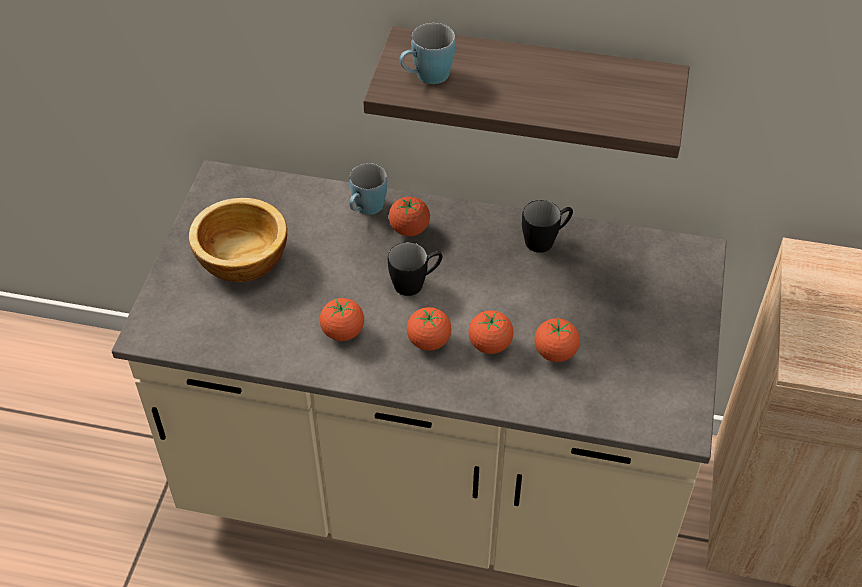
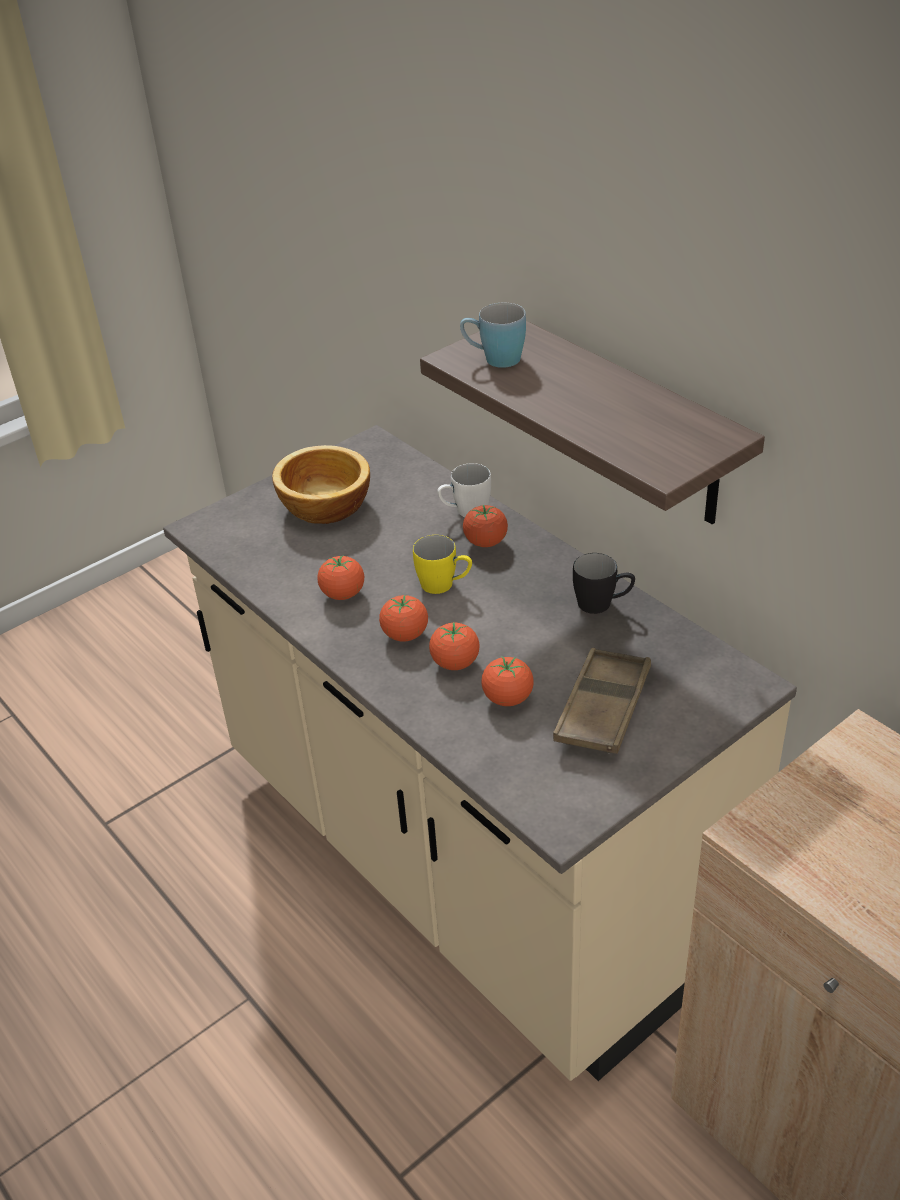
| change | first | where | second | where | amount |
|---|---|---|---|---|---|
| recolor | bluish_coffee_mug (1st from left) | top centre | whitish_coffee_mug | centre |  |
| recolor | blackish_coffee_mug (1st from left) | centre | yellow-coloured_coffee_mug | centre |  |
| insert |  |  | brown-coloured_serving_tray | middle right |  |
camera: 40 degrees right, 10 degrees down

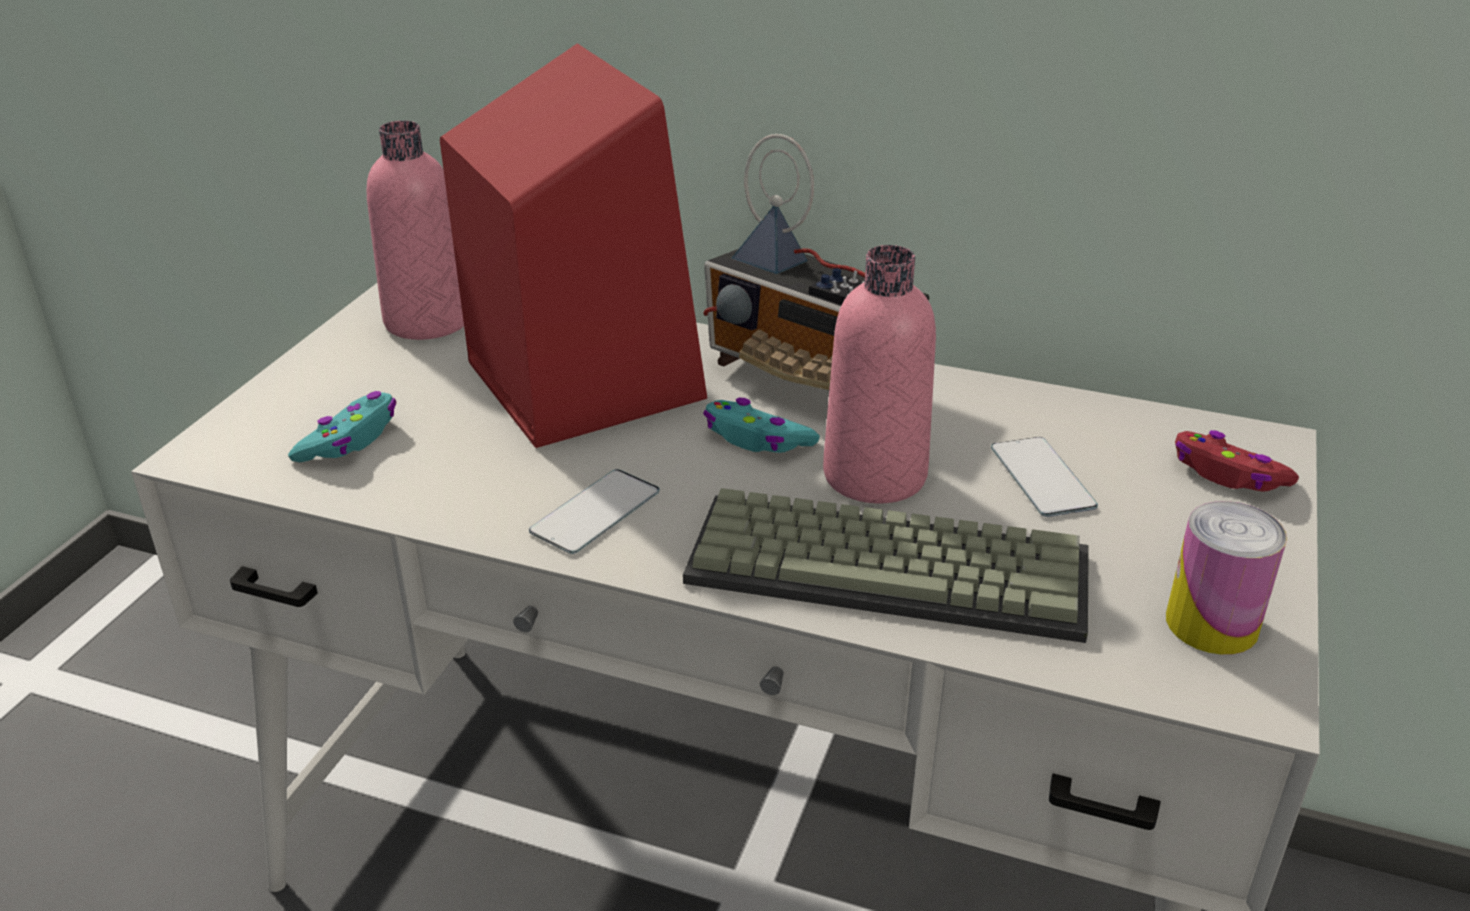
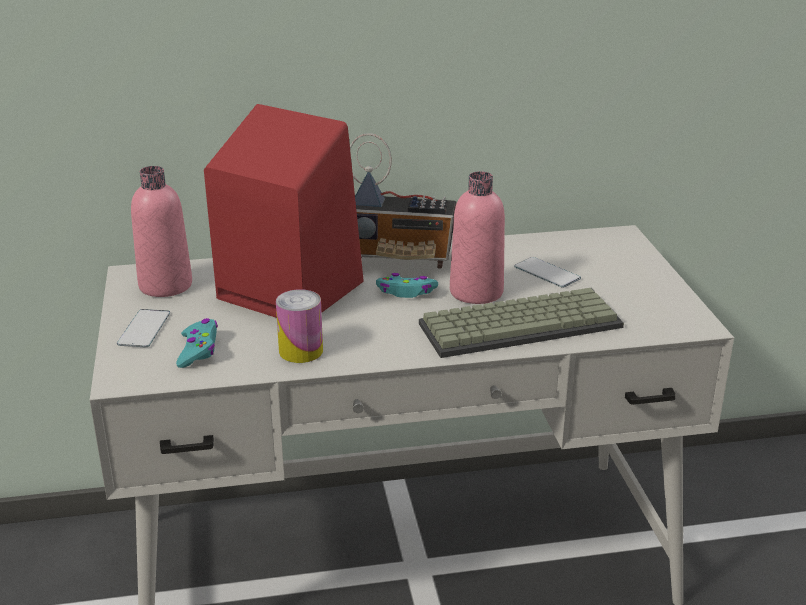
| change | first | where | second | where | amount |
|---|---|---|---|---|---|
| delete | red-coloured_joypad | middle right |  |  |  |
| move | handset (1st from left) | centre |  | middle left |  |
| move | can | middle right |  | centre |  |
camera: 30 degrees left, 5 degrees down

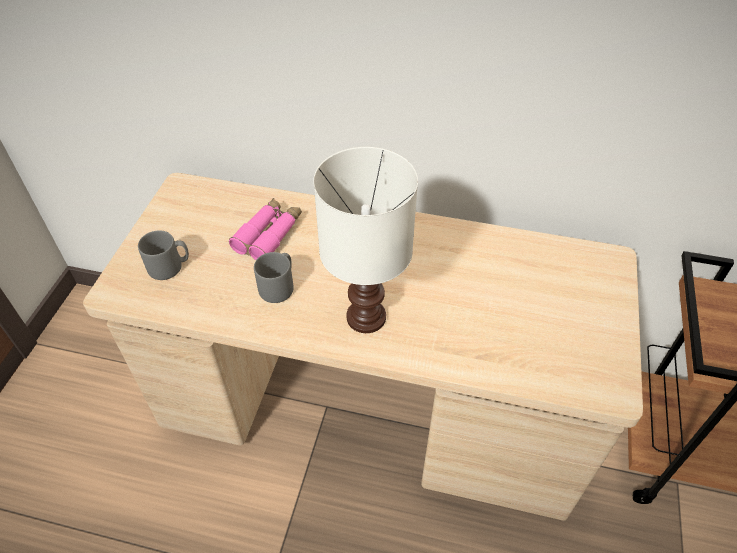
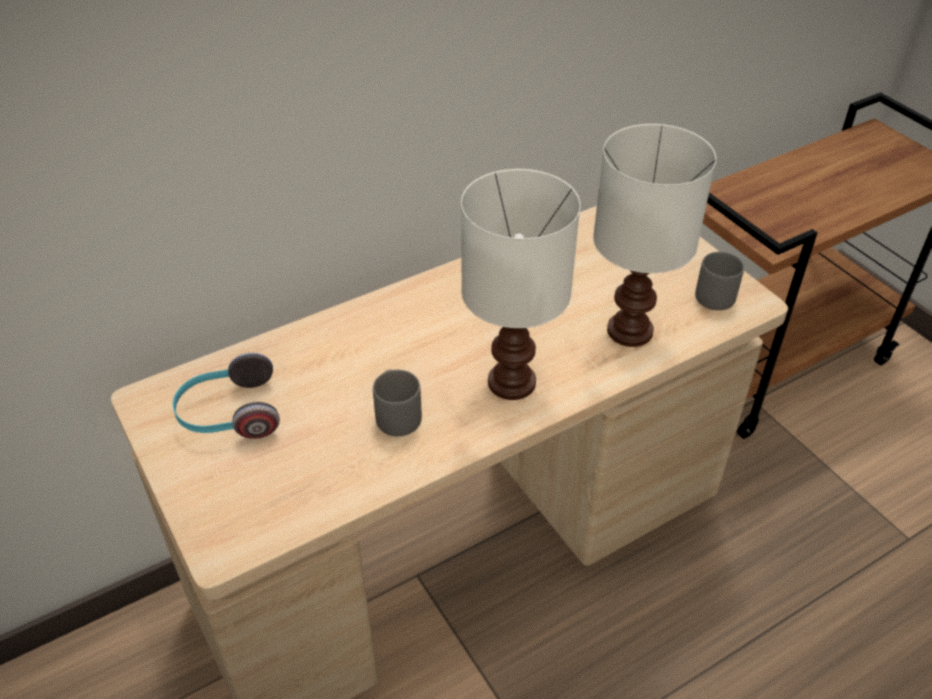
| change | first | where | second | where | amount |
|---|---|---|---|---|---|
| delete | pink_field_glasses | centre |  |  |  |
| move | grey_coffee_mug (1st from left in the first image) | middle left | grey_coffee_mug (2nd from left) | middle right |  |
| insert |  |  | whitish_table_lamp (2nd from left) | middle right |  |
| insert |  |  | headset | middle left |  |
camera: 45 degrees left, 5 degrees down

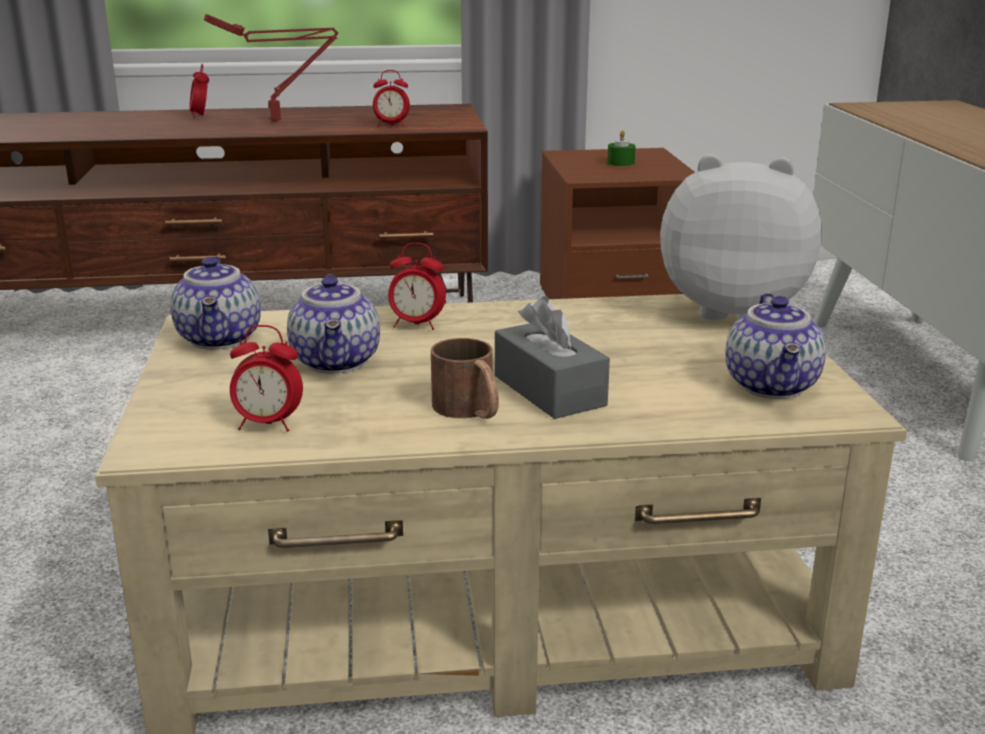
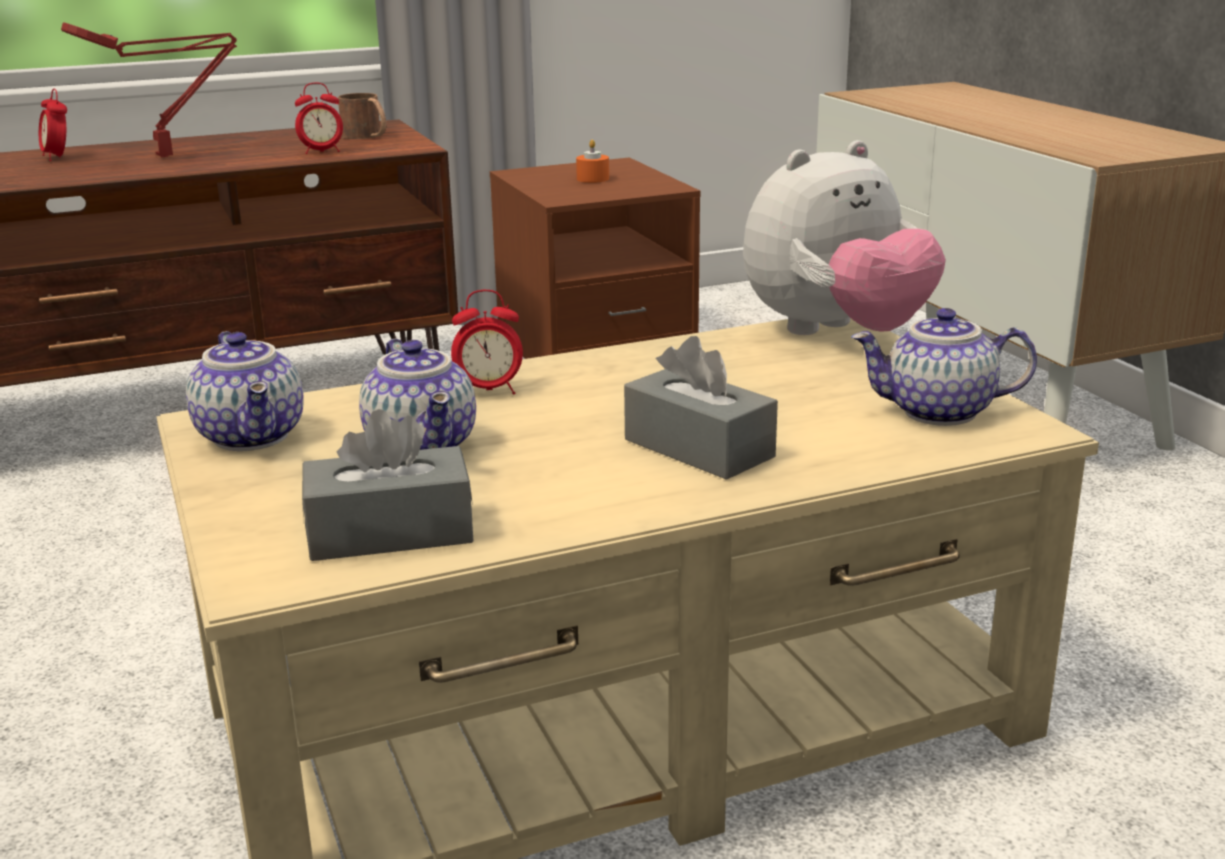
| change | first | where | second | where | amount |
|---|---|---|---|---|---|
| recolor | green-coloured_candle | top centre | orangey_candle | top centre |  |
| rotate | plush_toy | top right |  | top right | 150 degrees clockwise |
| rotate | pot_for_tea (3rd from left) | middle right |  | middle right | 105 degrees clockwise |
| replace | alarm_clock (2nd from left) | middle left | grey_box_of_tissues (1st from left) | middle left |  |
| move | brown-coloured_coffee_mug | centre |  | top left |  |
camera: 15 degrees left, 0 degrees up

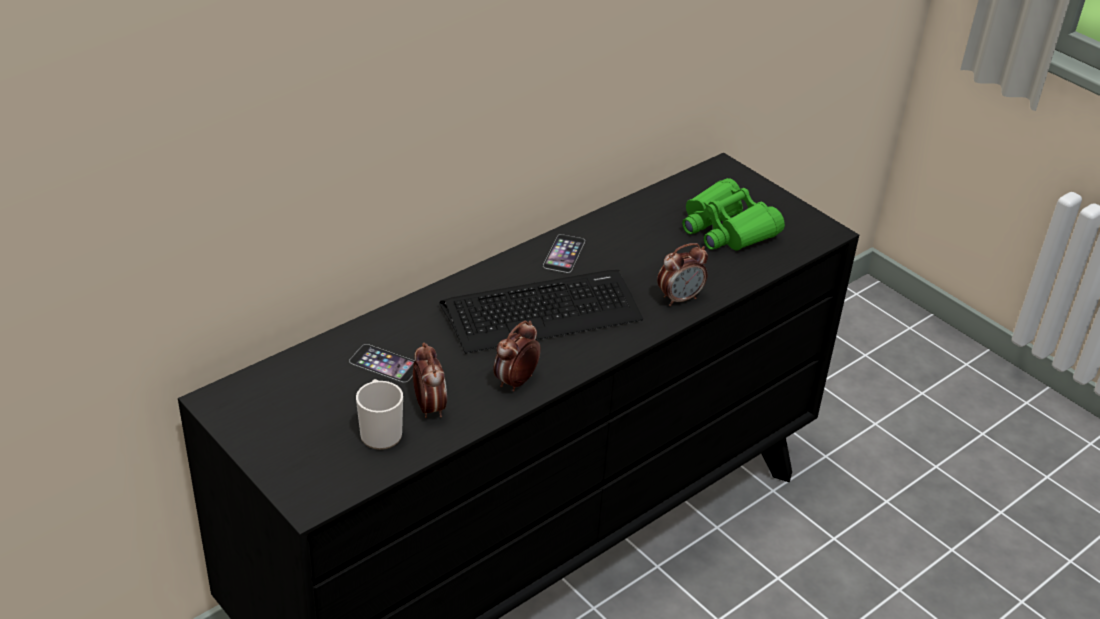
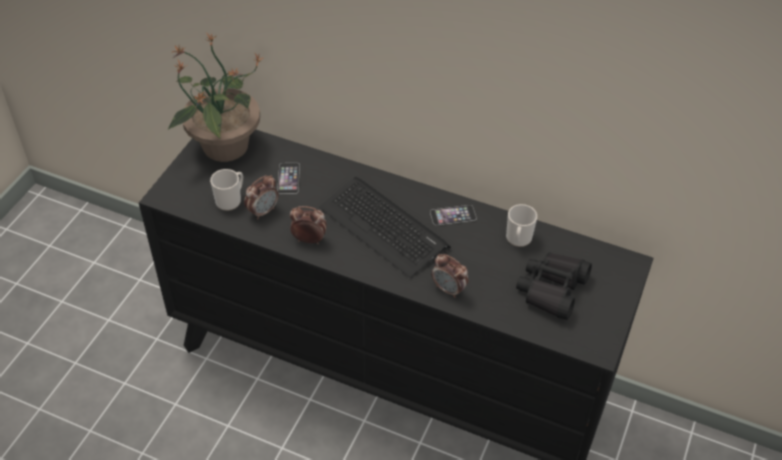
| change | first | where | second | where | amount |
|---|---|---|---|---|---|
| recolor | green-coloured_field_glasses | centre | blackish_field_glasses | middle right |  |
| insert |  |  | plant_in_a_pot | top left |  |
| insert |  |  | coffee_mug (2nd from left) | centre |  |
camera: 65 degrees right, 10 degrees up

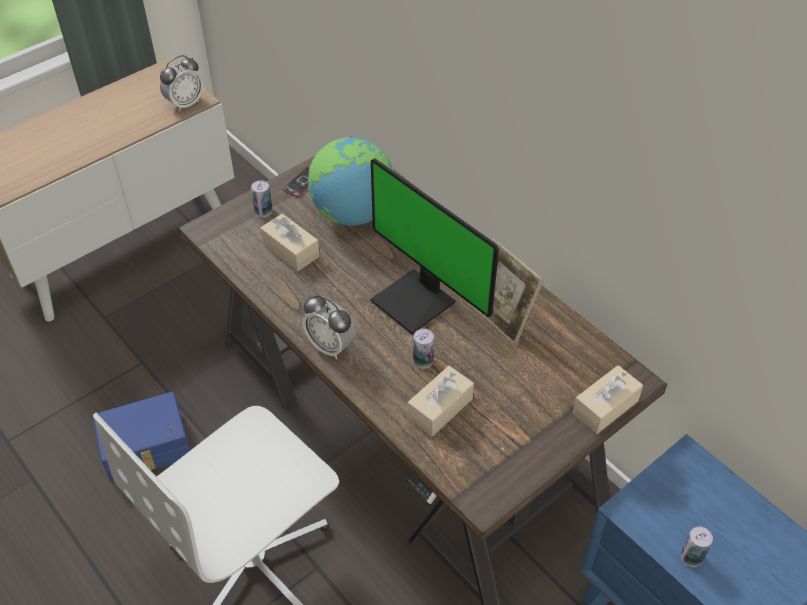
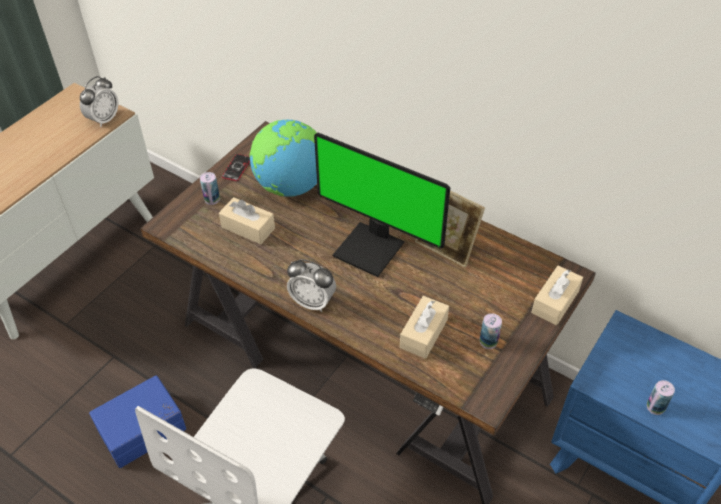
| change | first | where | second | where | amount |
|---|---|---|---|---|---|
| move | can (2nd from left) | centre |  | middle right |  |
camera: 15 degrees left, 0 degrees up

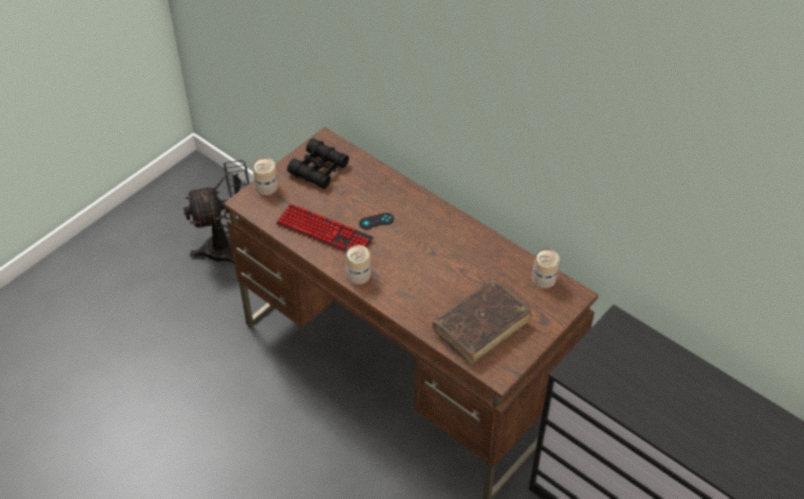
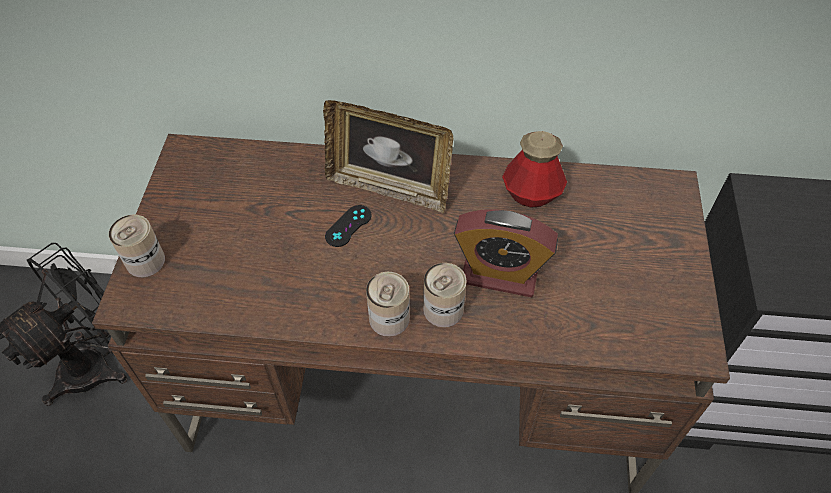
| change | first | where | second | where | amount |
|---|---|---|---|---|---|
| delete | blackish_field_glasses | top centre |  |  |  |
| delete | PC_keyboard | centre |  |  |  |
| move | can (3rd from left) | middle right |  | centre |  |
| delete | brown-coloured_bound_book | centre |  |  |  |
| insert |  |  | photo_frame | top centre |  |
| insert |  |  | beverage_bottle | centre |  |
| insert |  |  | alarm_clock | centre |  |
camera: 35 degrees left, 5 degrees up

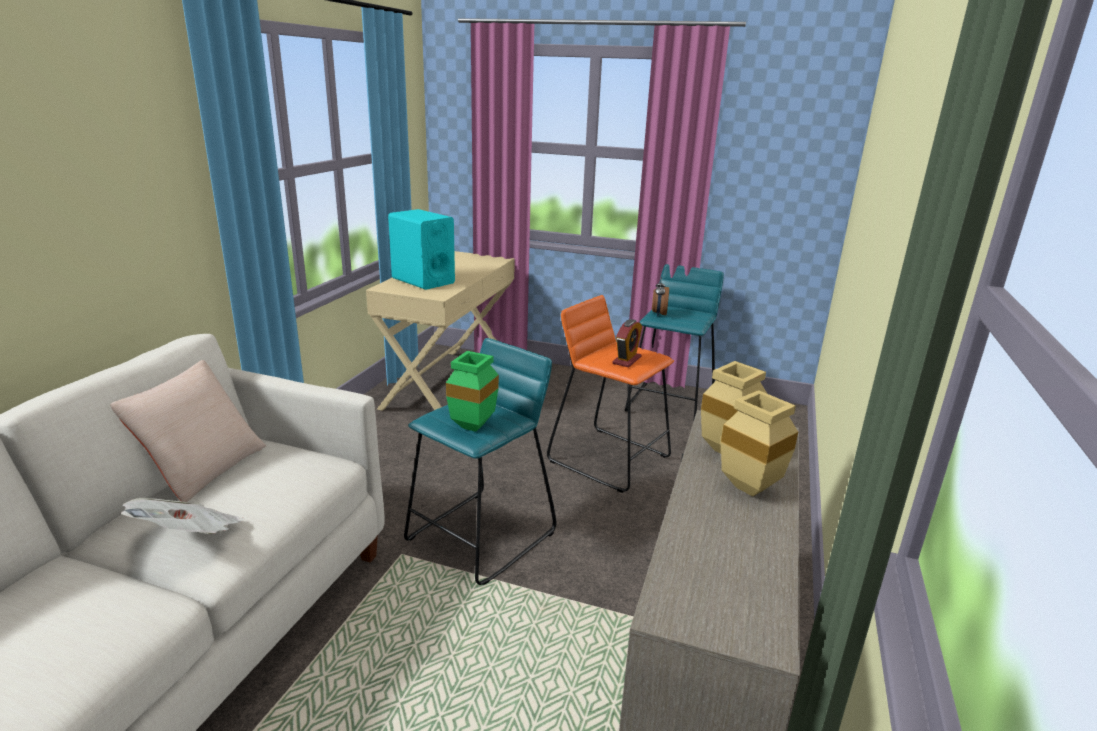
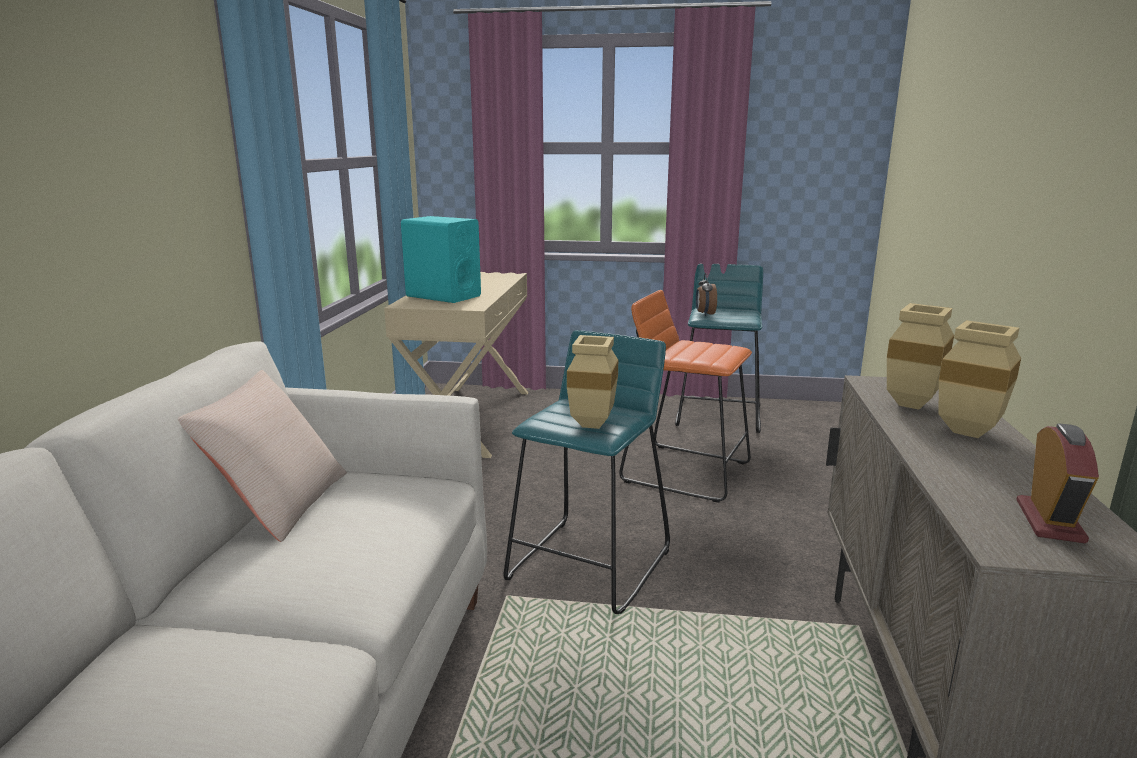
| change | first | where | second | where | amount |
|---|---|---|---|---|---|
| move | alarm_clock (1st from left in the first image) | centre | alarm_clock (2nd from left) | middle right |  |
| recolor | green-coloured_vase | centre | beige-coloured_vase (1st from left) | centre |  |
| delete | daily_paper | bottom left |  |  |  |
camera: 10 degrees left, 5 degrees down

